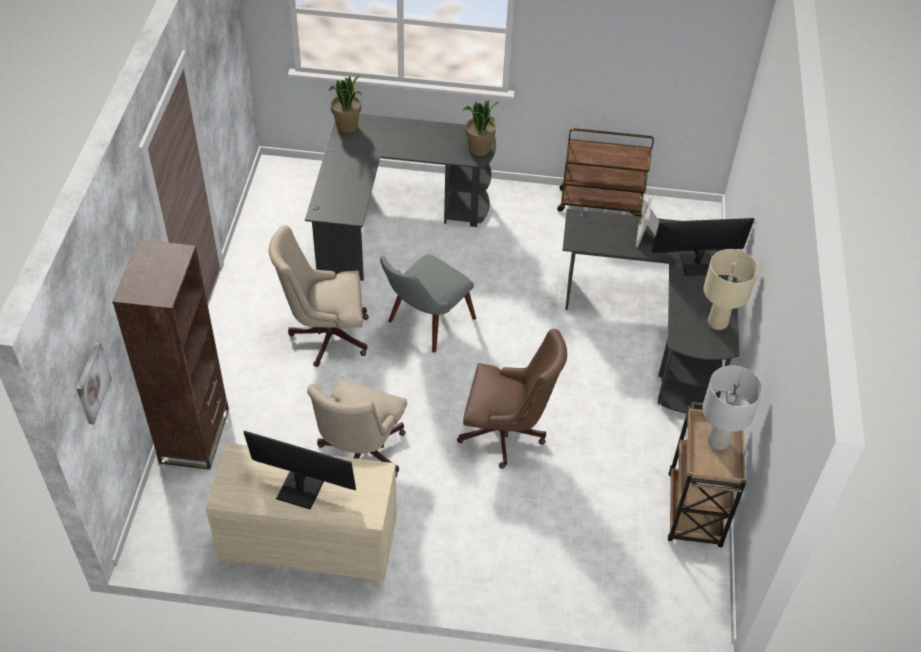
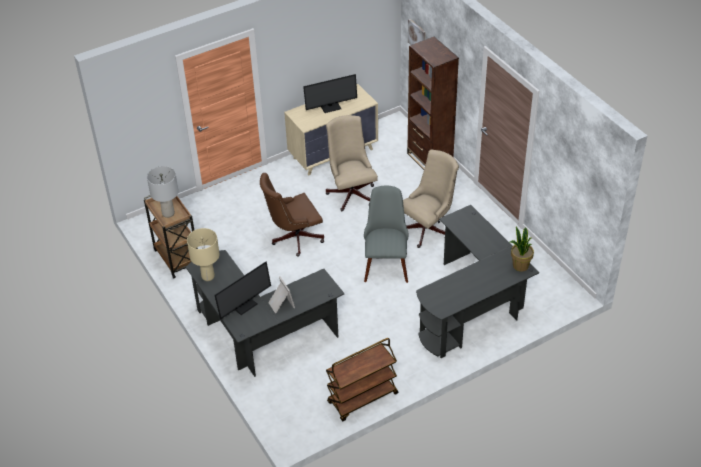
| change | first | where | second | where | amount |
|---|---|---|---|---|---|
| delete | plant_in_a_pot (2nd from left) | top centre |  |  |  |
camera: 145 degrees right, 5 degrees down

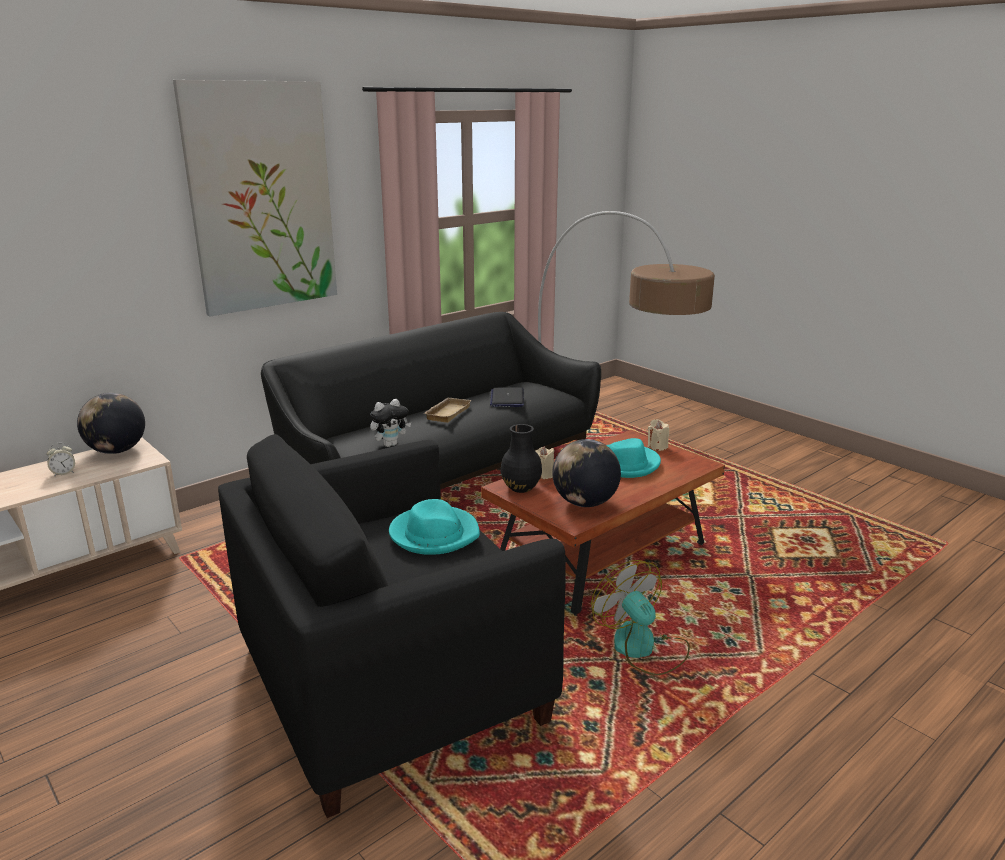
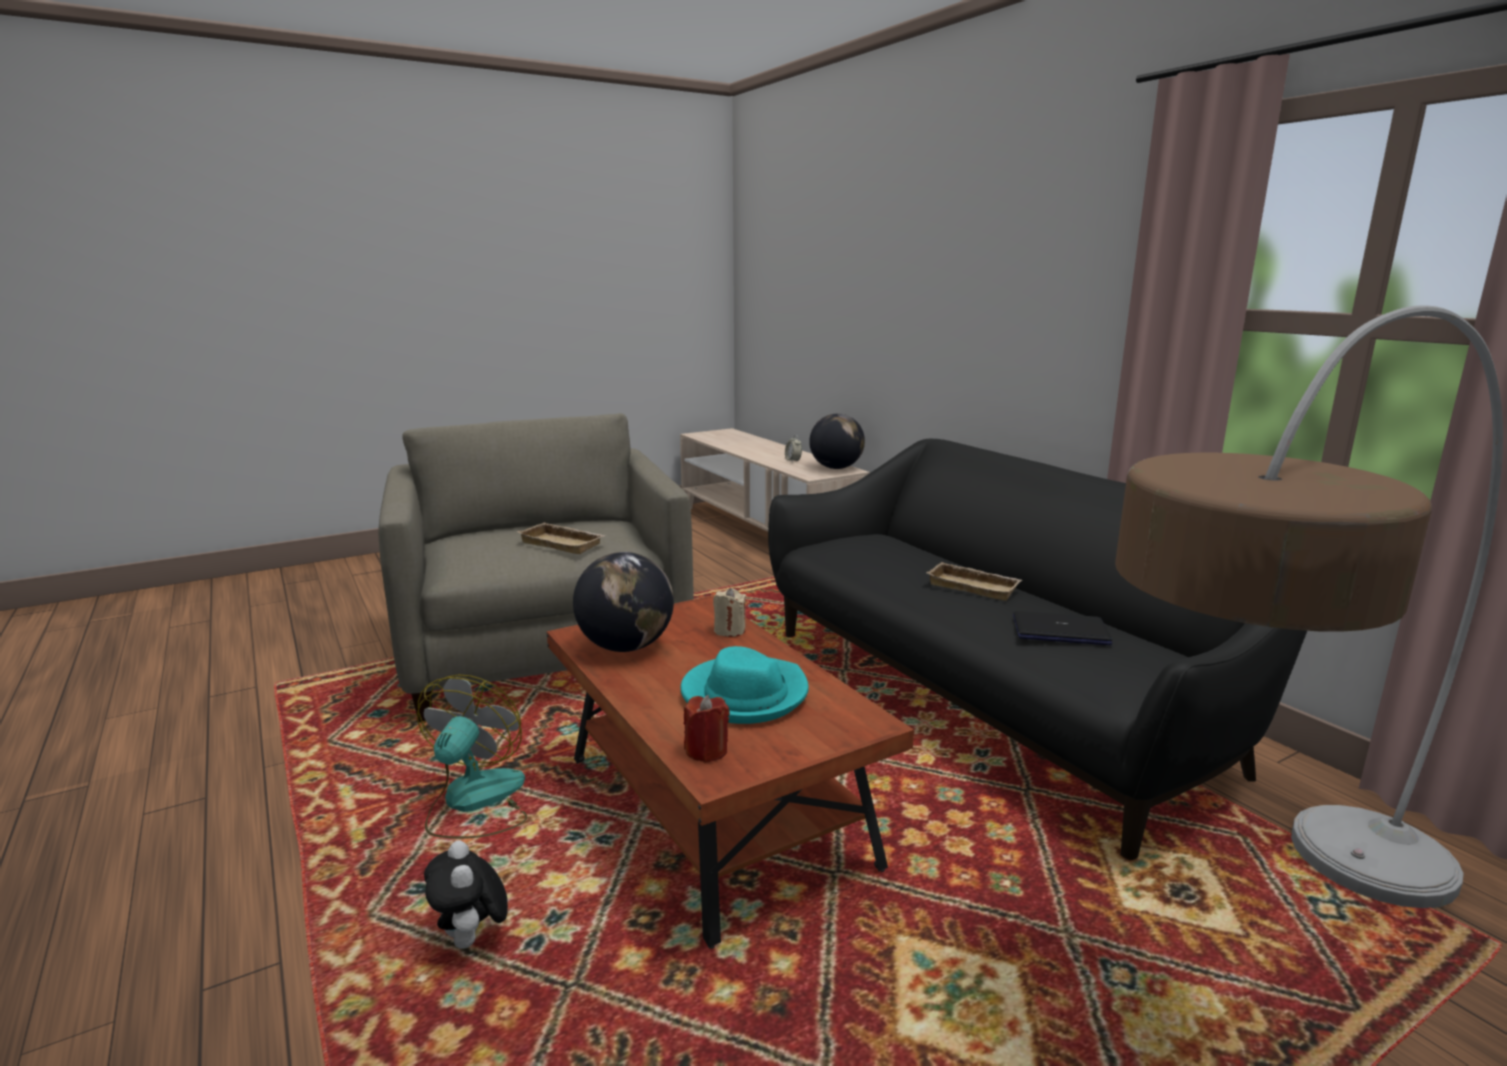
| change | first | where | second | where | amount |
|---|---|---|---|---|---|
| delete | wall_art | top left |  |  |  |
| move | plush_toy | centre |  | bottom left |  |
| delete | beige-coloured_candle (2nd from left) | centre |  |  |  |
| delete | blackish_vase | centre |  |  |  |
| recolor | blackish_easy_chair | bottom centre | beige-coloured_easy_chair | centre |  |
| replace | turquoise-coloured_clothing_hat (1st from left) | centre | beige-coloured_serving_tray (1st from left) | centre |  |
| rotate | cooling_fan | bottom centre |  | bottom left | 60 degrees counterclockwise |
| insert |  |  | red-coloured_candle | bottom centre |  |
camera: 100 degrees right, 5 degrees down

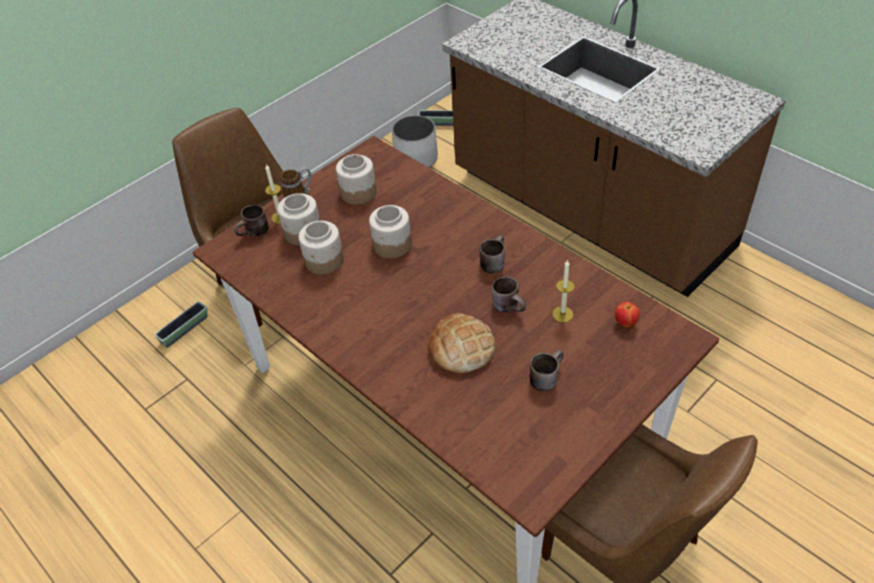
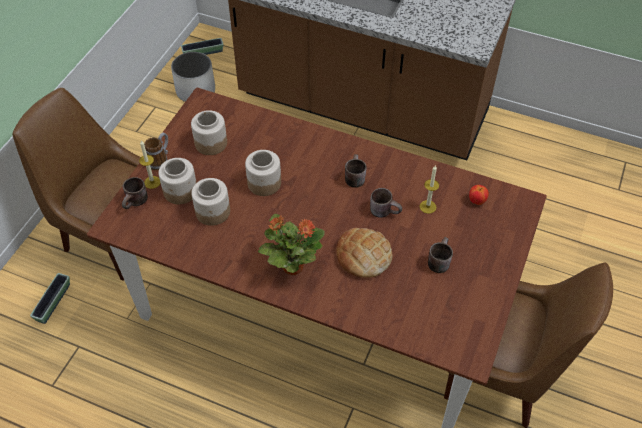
| change | first | where | second | where | amount |
|---|---|---|---|---|---|
| insert |  |  | plant_in_a_pot | centre |  |
camera: 25 degrees left, 5 degrees up

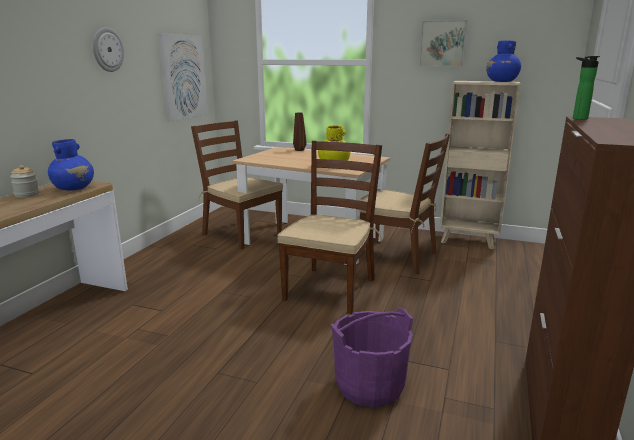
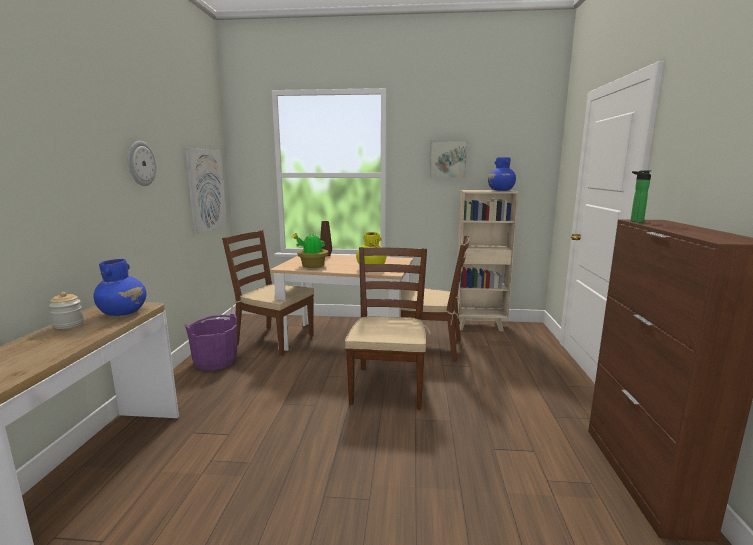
| change | first | where | second | where | amount |
|---|---|---|---|---|---|
| move | purple_bucket | bottom centre |  | middle left |  |
| insert |  |  | plant_in_a_pot | centre |  |
camera: 15 degrees left, 5 degrees down

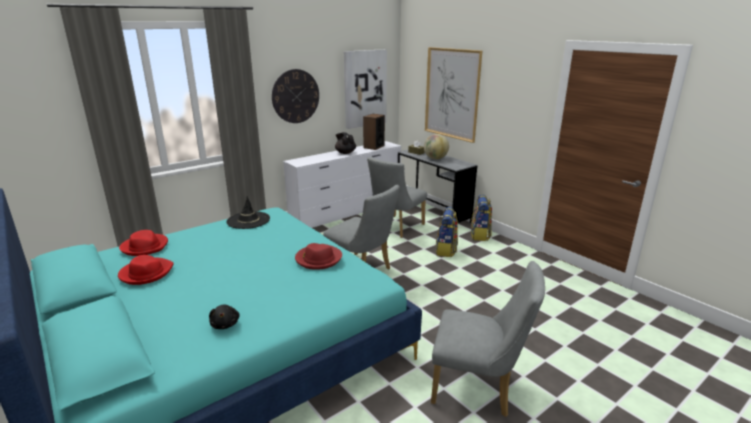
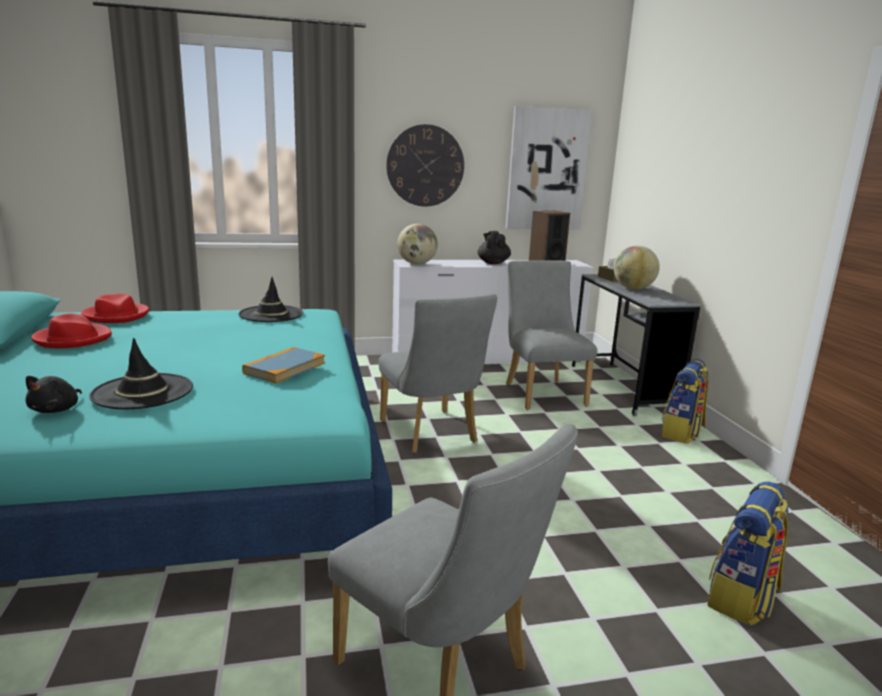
| change | first | where | second | where | amount |
|---|---|---|---|---|---|
| delete | wall_art (2nd from left) | top centre |  |  |  |
| rotate | grey_upright_chair (2nd from left in the first image) | centre | grey_upright_chair (3rd from left) | centre | 105 degrees clockwise |
| move | rucksack (1st from left in the first image) | centre | rucksack (2nd from left) | bottom right |  |
| replace | red-coloured_clothing_hat (3rd from left) | centre | bound_book | middle left |  |
| insert |  |  | world_globe (1st from left) | centre |  |
| insert |  |  | blackish_clothing_hat (1st from left) | middle left |  |
camera: 25 degrees right, 5 degrees down

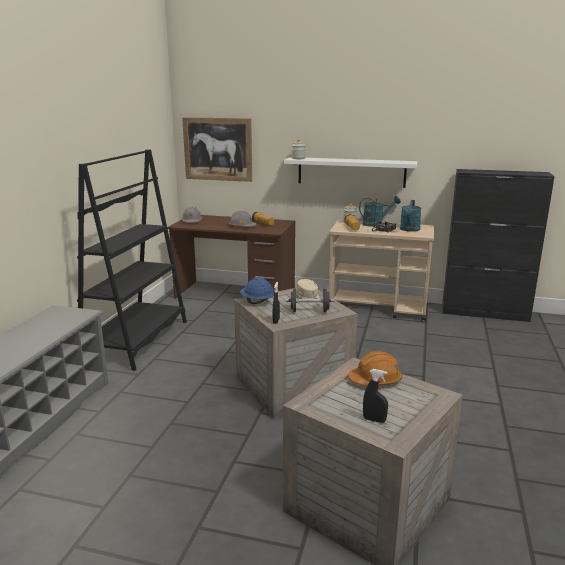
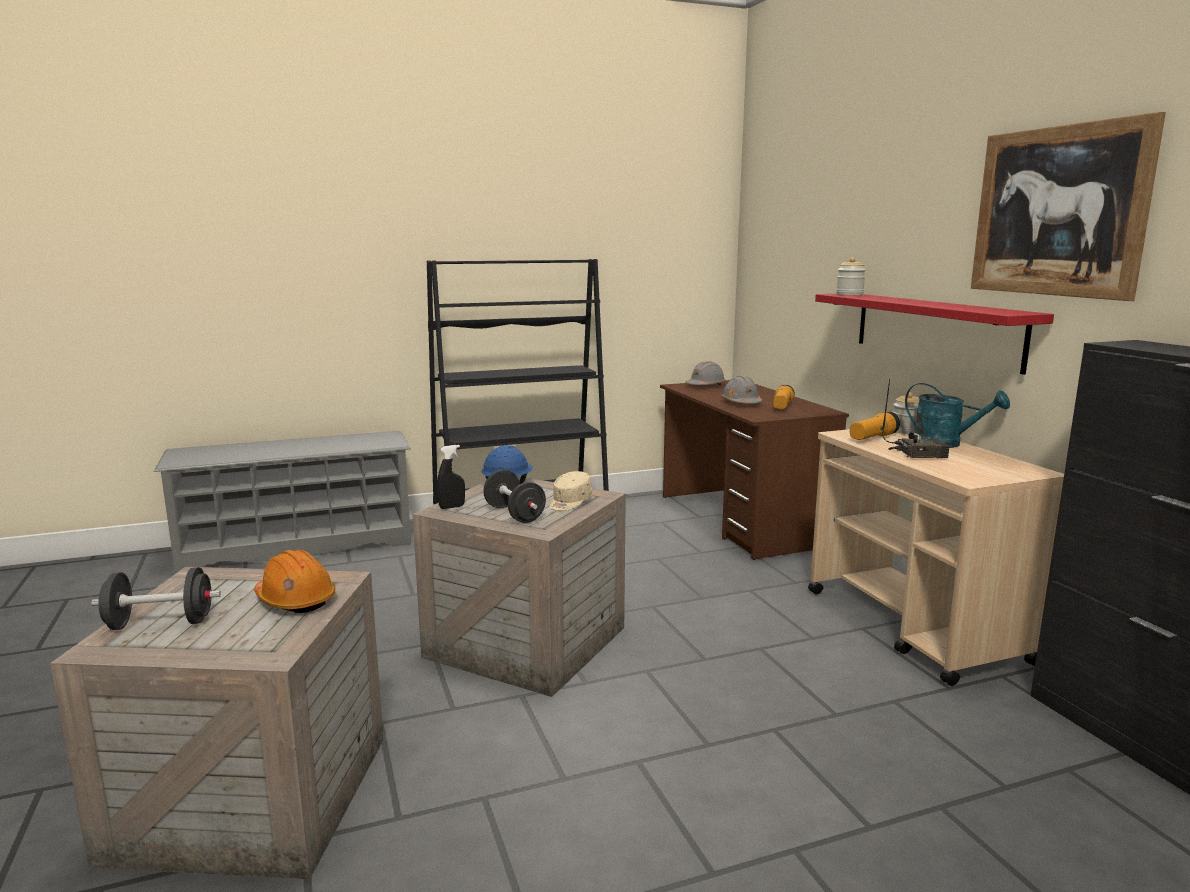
| change | first | where | second | where | amount |
|---|---|---|---|---|---|
| move | wall_art | top centre |  | top right |  |
| recolor | whitish_bracket_shelf | top centre | red-coloured_bracket_shelf | middle right |  |
| delete | turquoise-coloured_watering_can (2nd from left) | middle right |  |  |  |
| replace | blackish_sprayer (2nd from left) | bottom centre | blackish_free_weight (1st from left) | bottom left |  |
camera: 55 degrees right, 5 degrees down

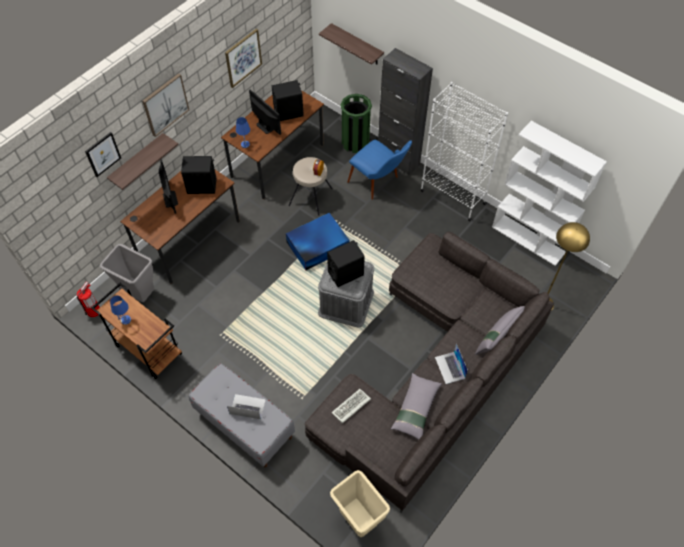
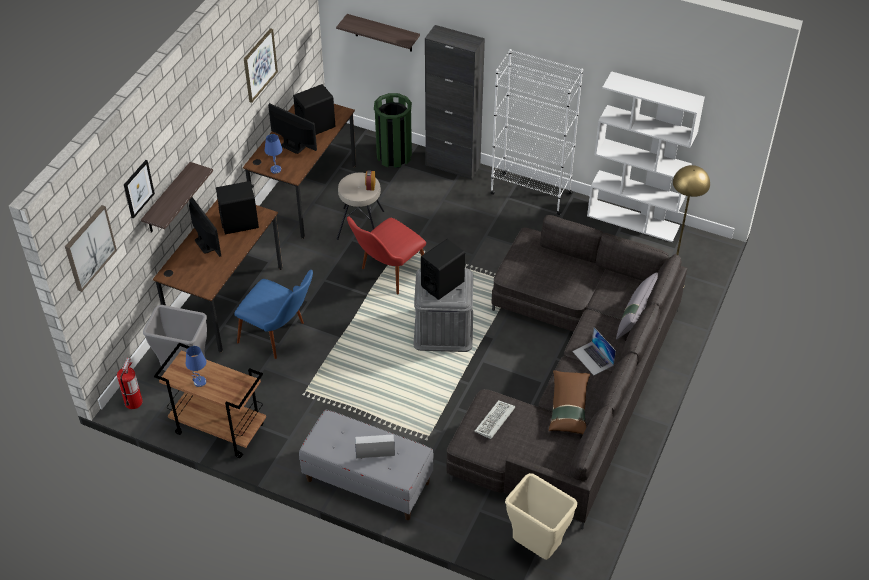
| change | first | where | second | where | amount |
|---|---|---|---|---|---|
| move | wall_art (2nd from left in the first image) | top left | wall_art (1st from left) | middle left |  |
| move | bluish_upright_chair | top centre |  | middle left |  |
| replace | bluish_storage_box | centre | red-coloured_upright_chair | centre |  |
| recolor | grey_cushion (1st from left) | bottom centre | brown-coloured_cushion | bottom centre |  |
camera: 15 degrees left, 10 degrees down

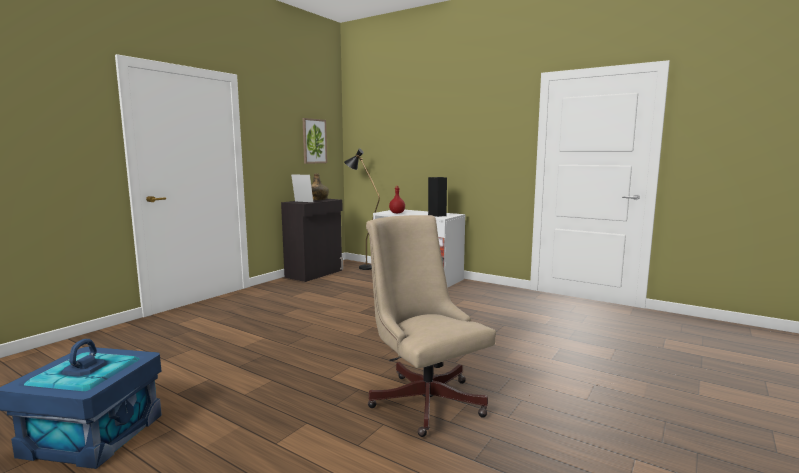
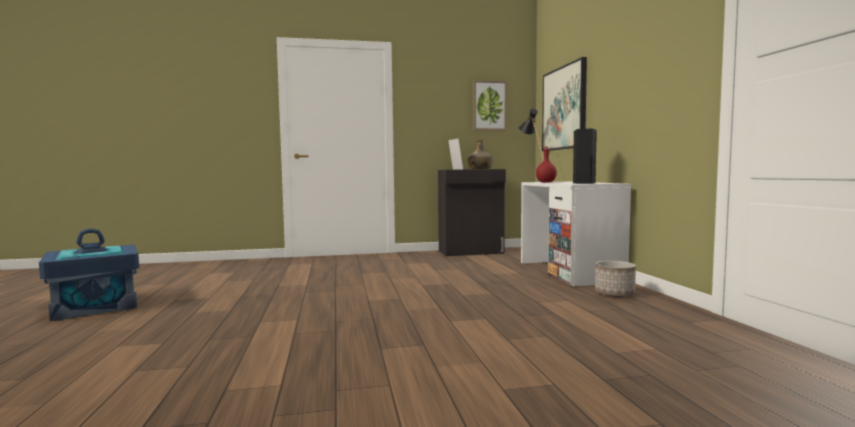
| change | first | where | second | where | amount |
|---|---|---|---|---|---|
| delete | beige-coloured_desk_chair | bottom centre |  |  |  |
| insert |  |  | wall_art (2nd from left) | top centre |  |
| insert |  |  | planter | middle right |  |
camera: 45 degrees right, 5 degrees down

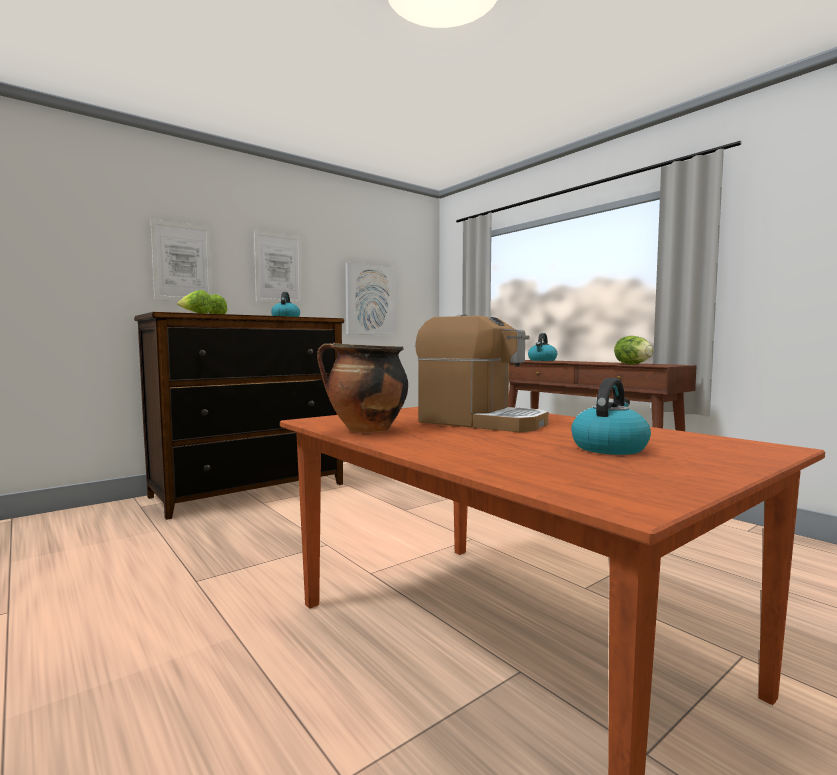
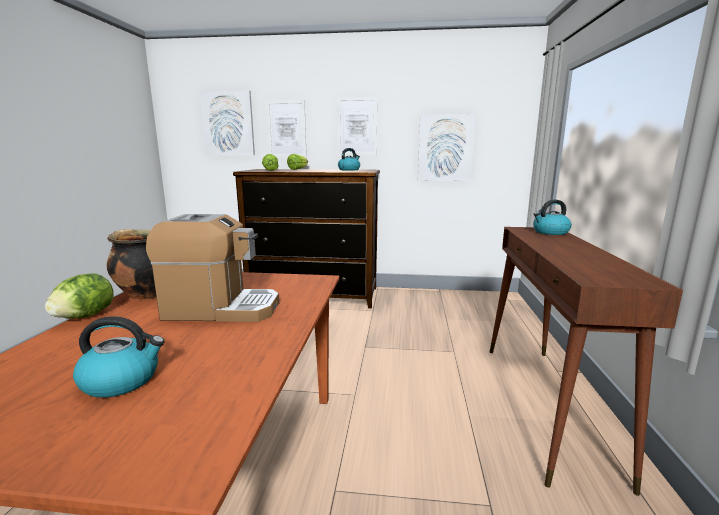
| change | first | where | second | where | amount |
|---|---|---|---|---|---|
| rotate | coffee_machine | centre |  | middle left | 75 degrees counterclockwise |
| move | lettuce_head (3rd from left in the first image) | middle right | lettuce_head (1st from left) | middle left |  |
| insert |  |  | wall_art (1st from left) | top left |  |
camera: 45 degrees right, 10 degrees up

